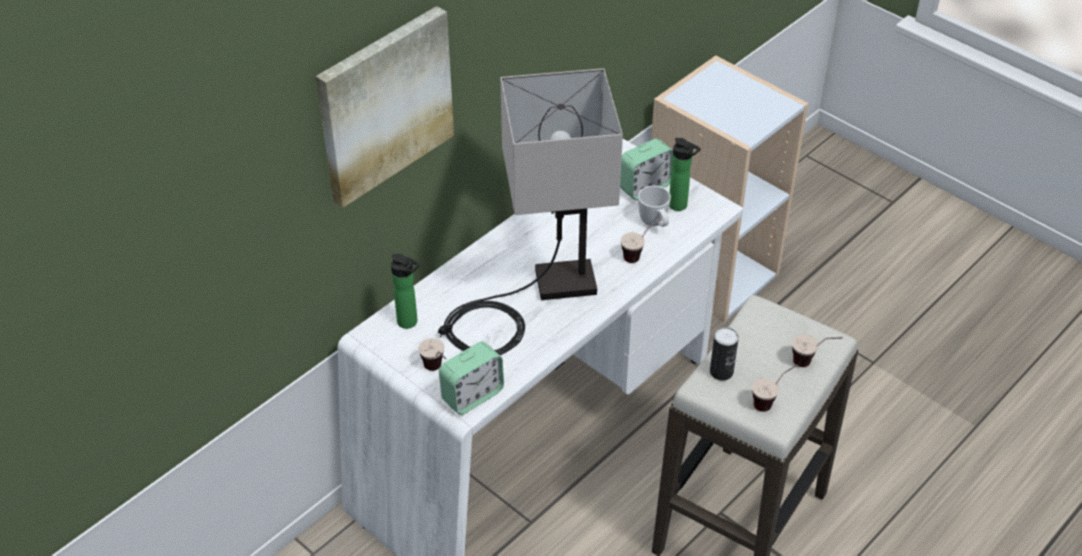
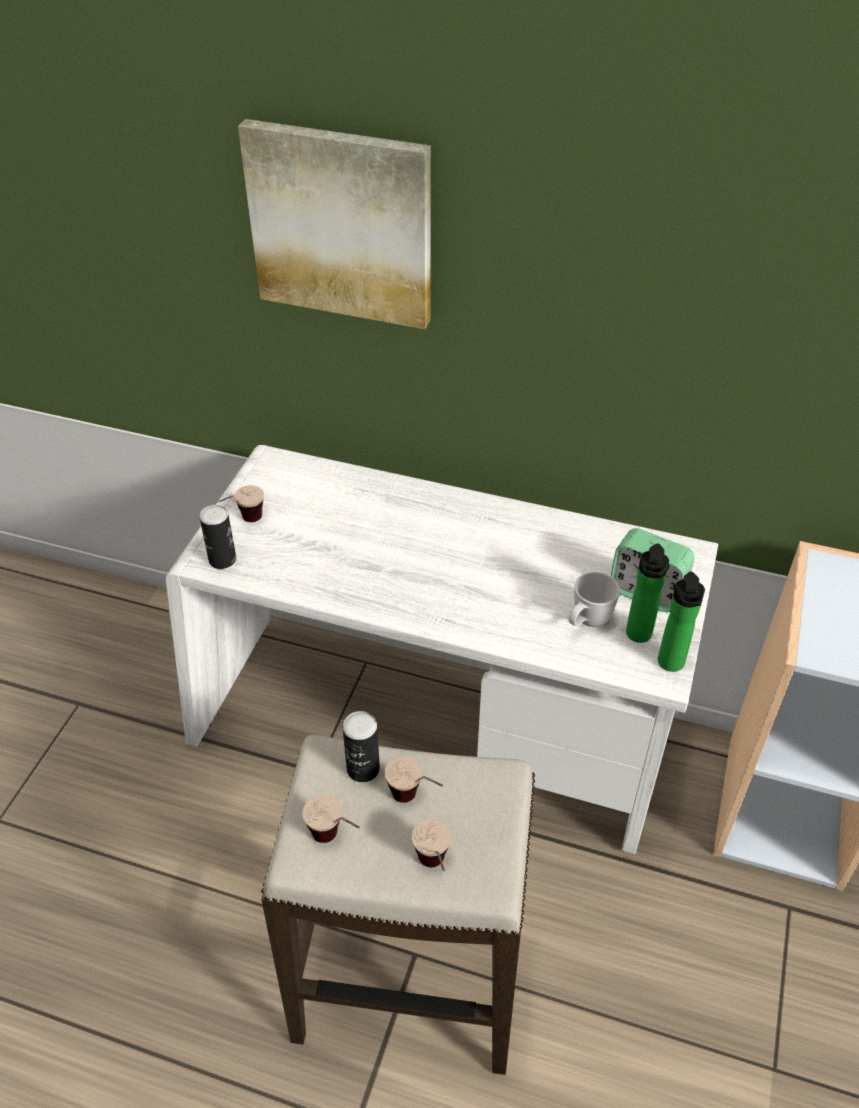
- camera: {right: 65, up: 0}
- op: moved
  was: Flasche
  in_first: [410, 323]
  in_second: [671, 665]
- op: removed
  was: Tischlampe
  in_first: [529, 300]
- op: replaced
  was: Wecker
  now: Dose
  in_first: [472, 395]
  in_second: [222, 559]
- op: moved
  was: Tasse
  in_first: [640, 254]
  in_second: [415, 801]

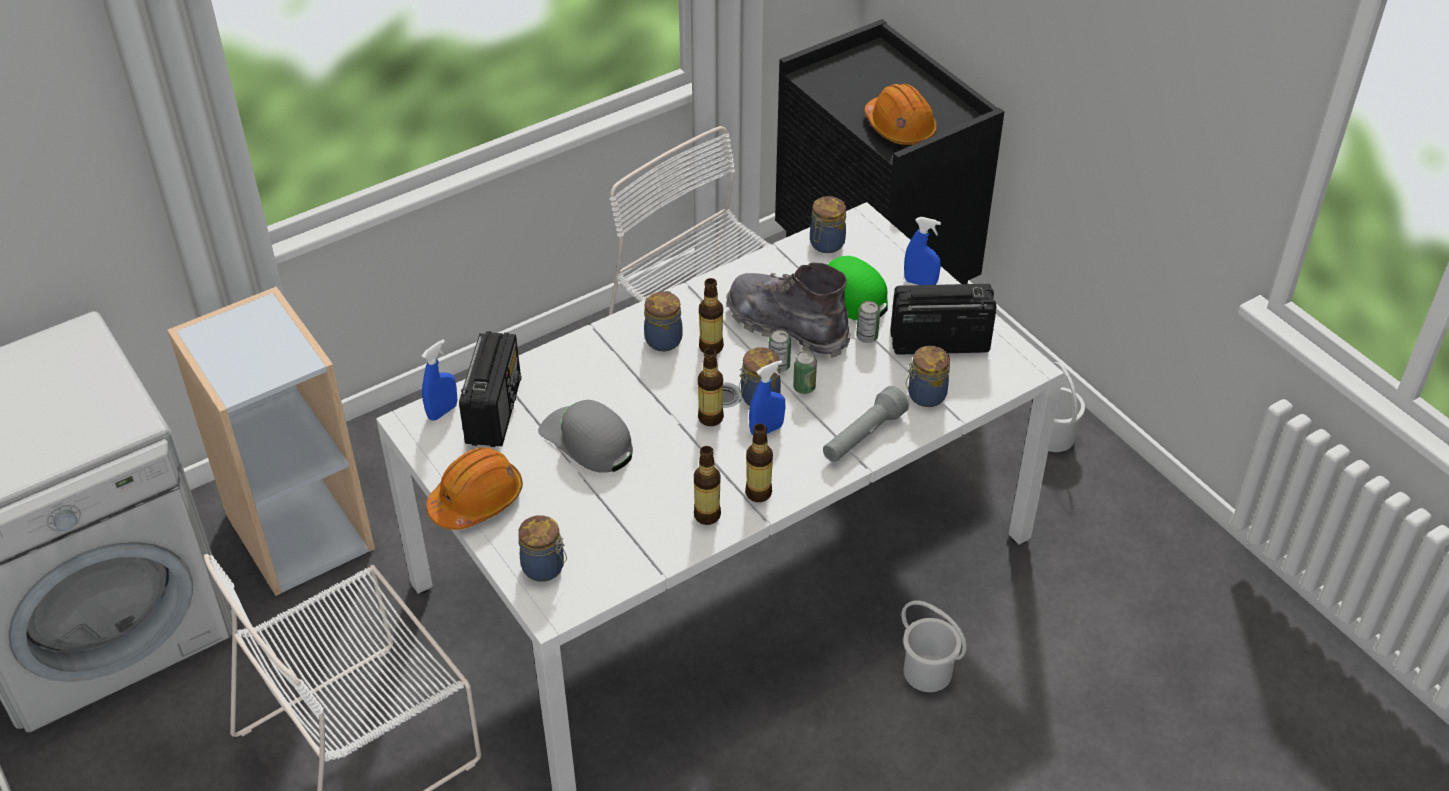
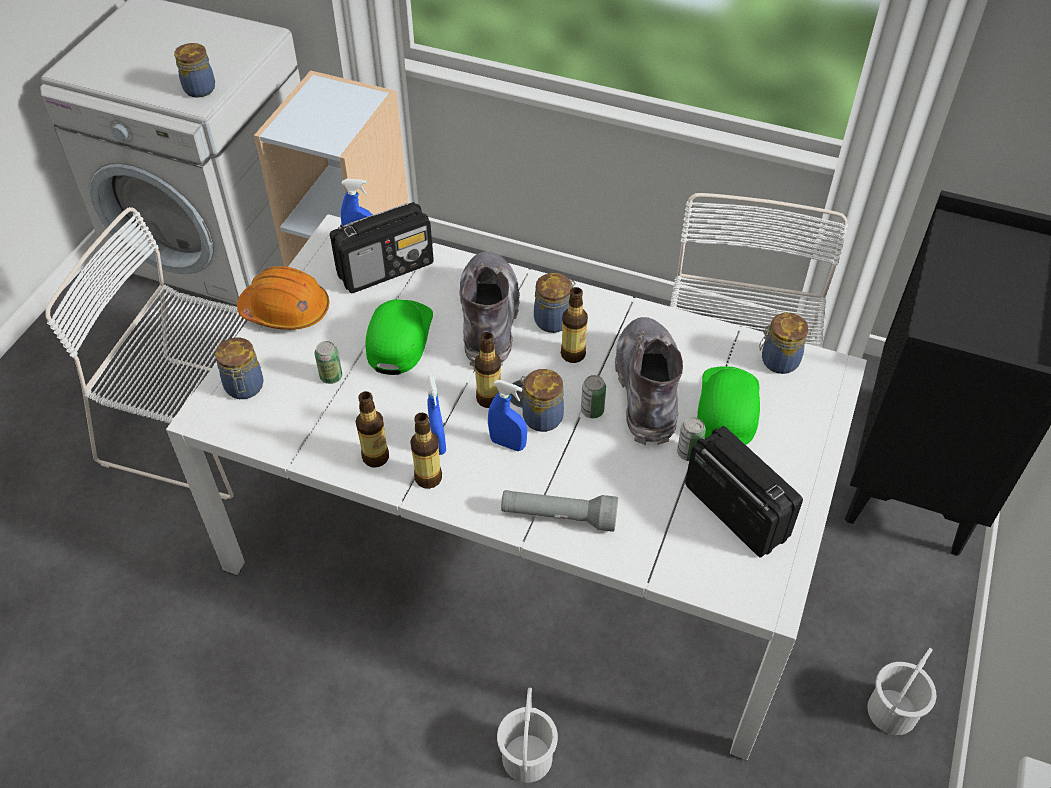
- camera: {right: 55, up: 5}
- op: recoloured
  was: Kappe/grau
  now: Kappe/grün
  in_first: [587, 441]
  in_second: [399, 338]
- op: moved
  was: Dose
  in_first: [804, 387]
  in_second: [331, 376]
- op: removed
  was: Schutzhelm/orange
  in_first: [899, 128]
- op: moved
  was: Sprühflasche/blau
  in_first: [920, 283]
  in_second: [438, 442]
- op: moved
  was: Vorratsglas
  in_first: [925, 396]
  in_second: [198, 88]
- op: added
  now: Stiefel/grau
  in_second: [488, 319]

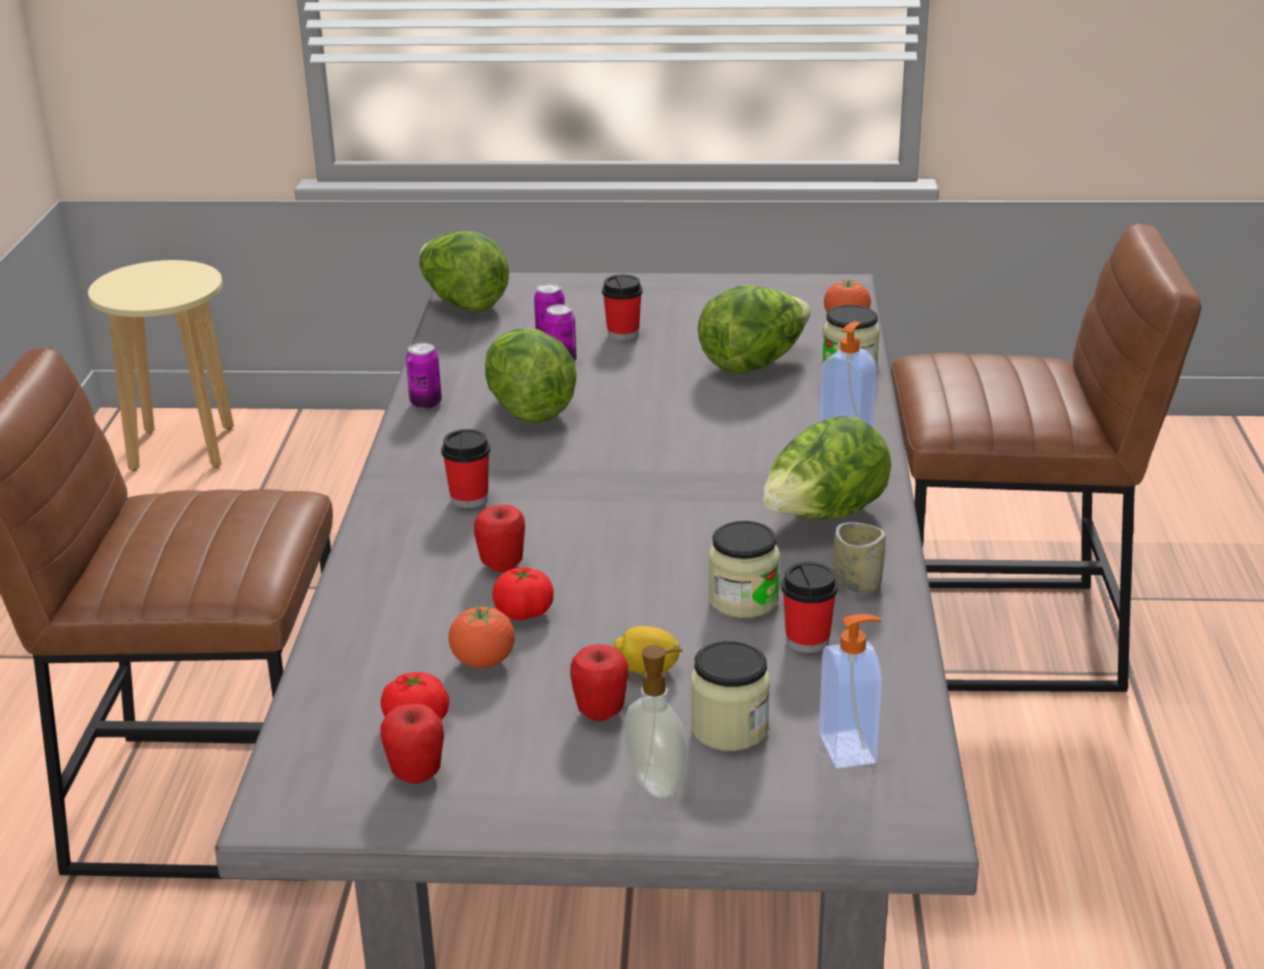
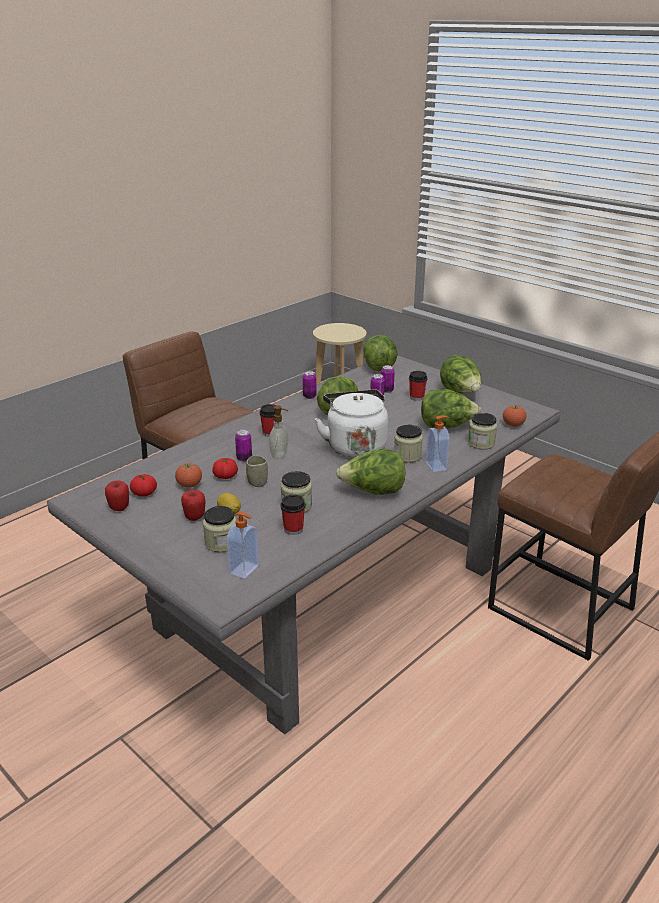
- camera: {right: 40, up: 0}
- op: replaced
  was: Apfel
  now: Dose
  in_first: [502, 565]
  in_second: [244, 458]
- op: moved
  was: Seifenspender
  in_first: [658, 782]
  in_second: [280, 455]
- op: moved
  was: Tasse
  in_first: [857, 584]
  in_second: [257, 482]
- op: added
  now: Wasserkessel/weiß
  in_second: [355, 446]
- op: added
  now: Vorratsglas
  in_second: [407, 456]
- op: added
  now: Salatkopf
  in_second: [460, 393]

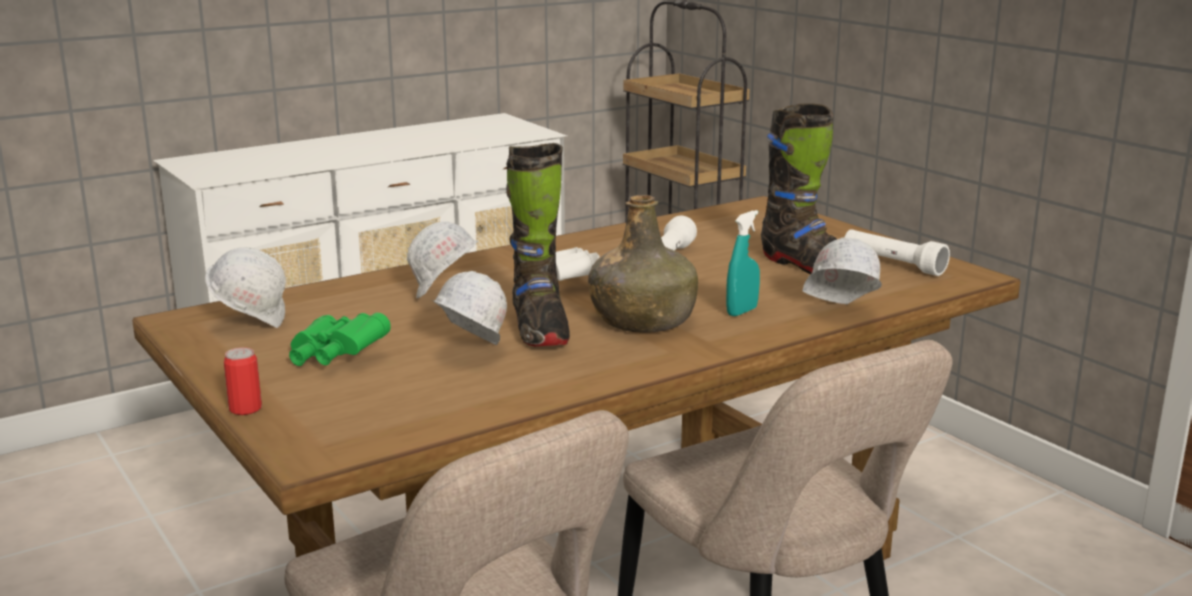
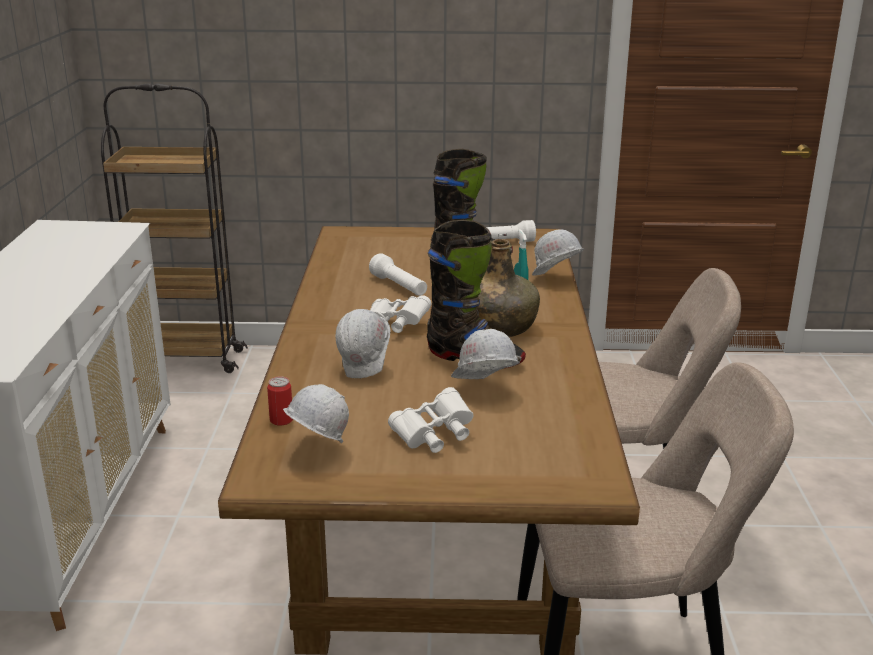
- camera: {right: -55, up: 5}
- op: moved
  was: Dose
  in_first: [245, 409]
  in_second: [281, 420]
- op: recoloured
  was: Fernglas/grün
  now: Fernglas/weiß
  in_first: [334, 357]
  in_second: [434, 436]

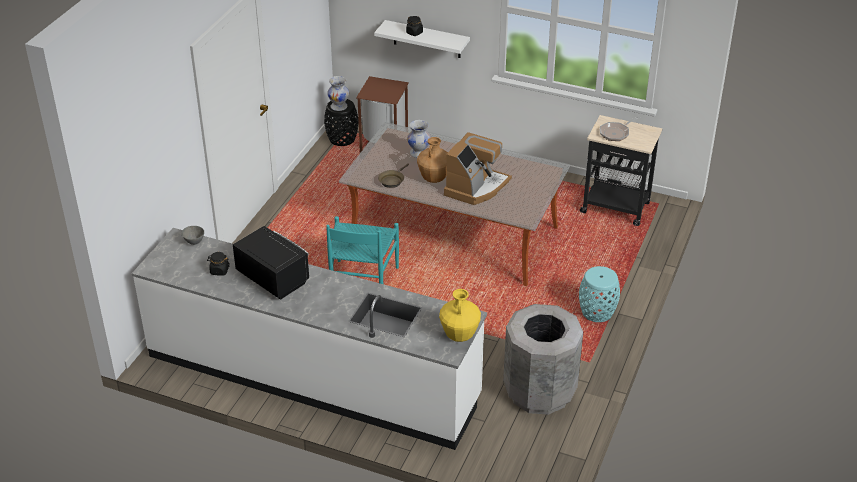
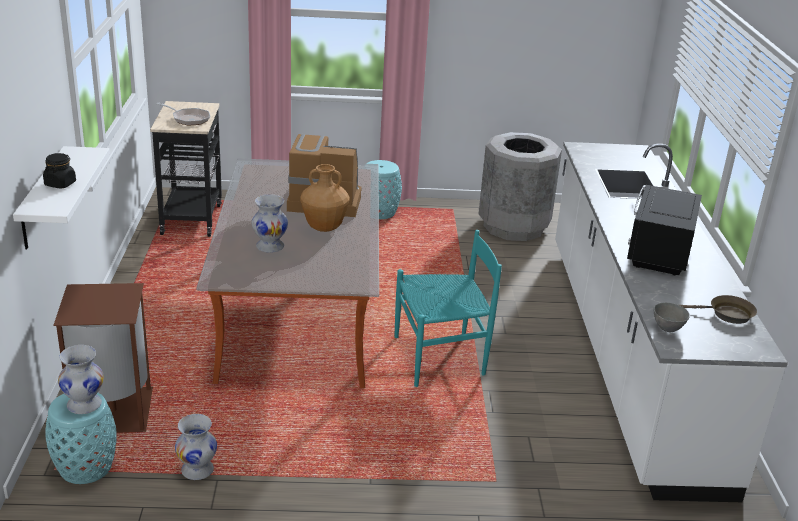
- camera: {right: -115, up: -10}
- op: removed
  was: Vorratsglas/schwarz
  in_first: [219, 271]
- op: recoloured
  was: Hocker/schwarz
  now: Hocker/türkis
  in_first: [342, 139]
  in_second: [86, 467]
- op: moved
  was: Pfanne/braun
  in_first: [392, 180]
  in_second: [727, 314]
- op: removed
  was: Vase/gelb
  in_first: [459, 335]
- op: added
  now: Vase/weiß
  in_second: [196, 470]

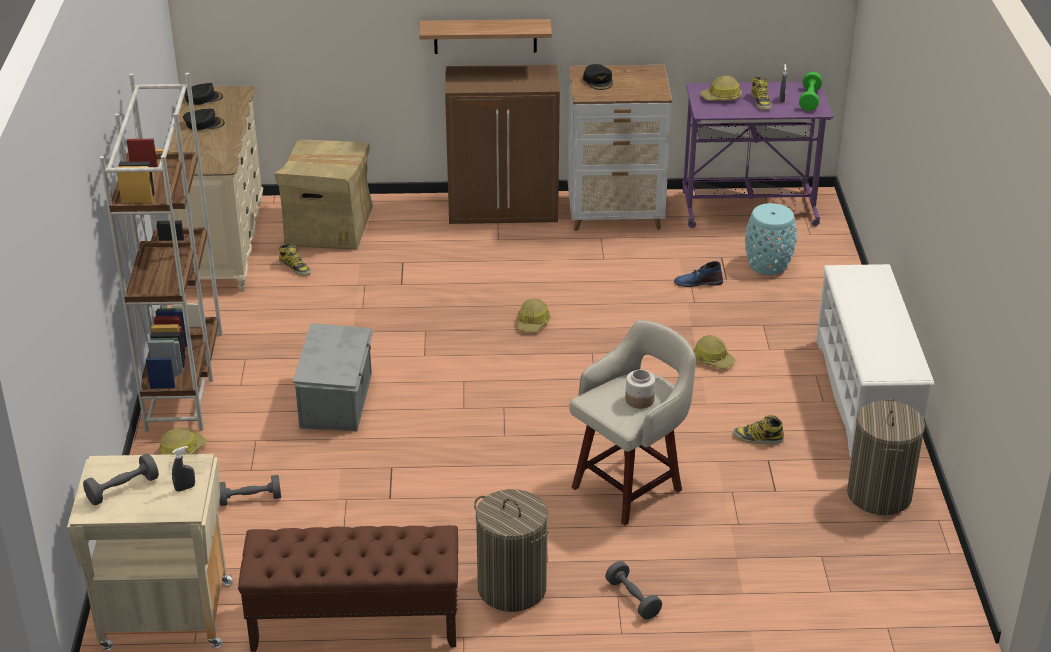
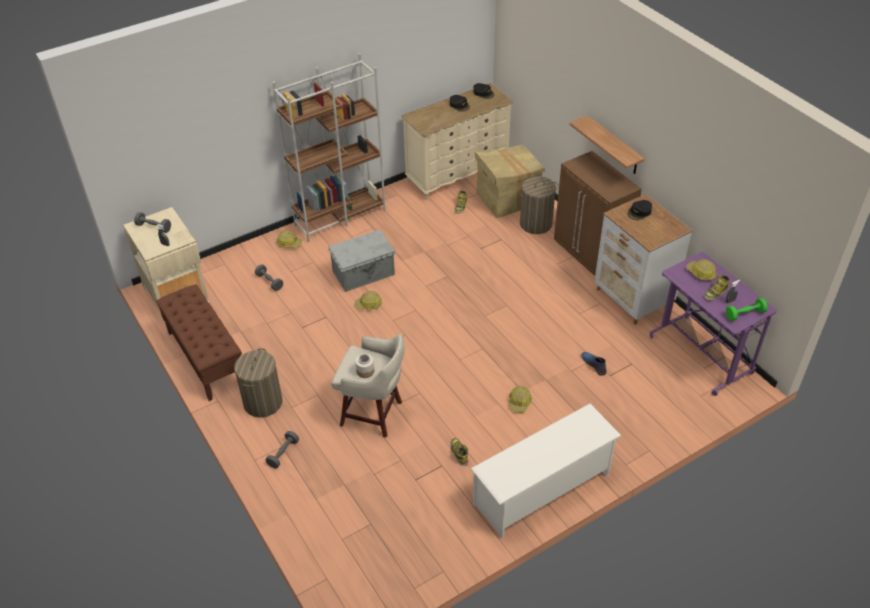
- camera: {right: 60, up: 10}
- op: moved
  was: Schutzhelm
  in_first: [532, 322]
  in_second: [369, 304]
- op: removed
  was: Hocker/türkis
  in_first: [767, 265]
- op: moved
  was: Wäschekorb
  in_first: [879, 495]
  in_second: [535, 224]

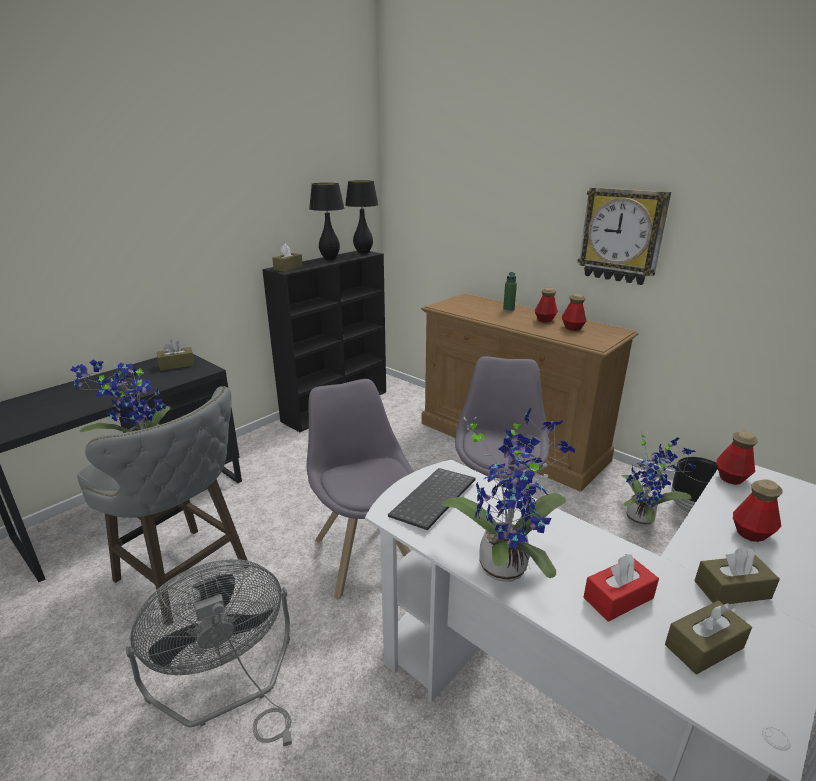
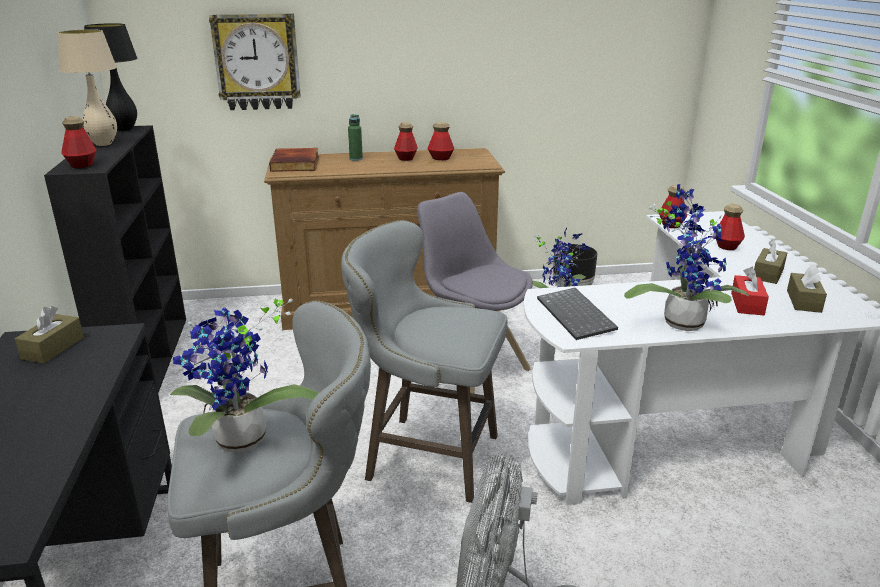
- camera: {right: -50, up: 0}
- op: replaced
  was: Taschentuchbox/braun
  now: Flasche
  in_first: [288, 268]
  in_second: [82, 165]
- op: replaced
  was: Stuhl/grau
  now: Hocker/grau
  in_first: [364, 555]
  in_second: [426, 455]
- op: recoloured
  was: Tischlampe/schwarz
  now: Tischlampe/beige
  in_first: [329, 259]
  in_second: [103, 144]
- op: moved
  was: Wanduhr
  in_first: [622, 235]
  in_second: [257, 62]
- op: added
  now: Buch
  in_second: [296, 163]

